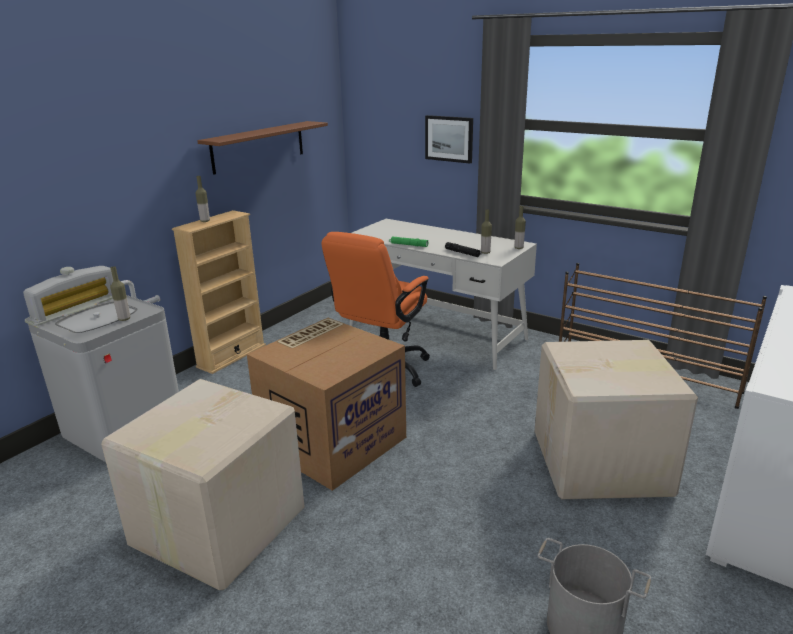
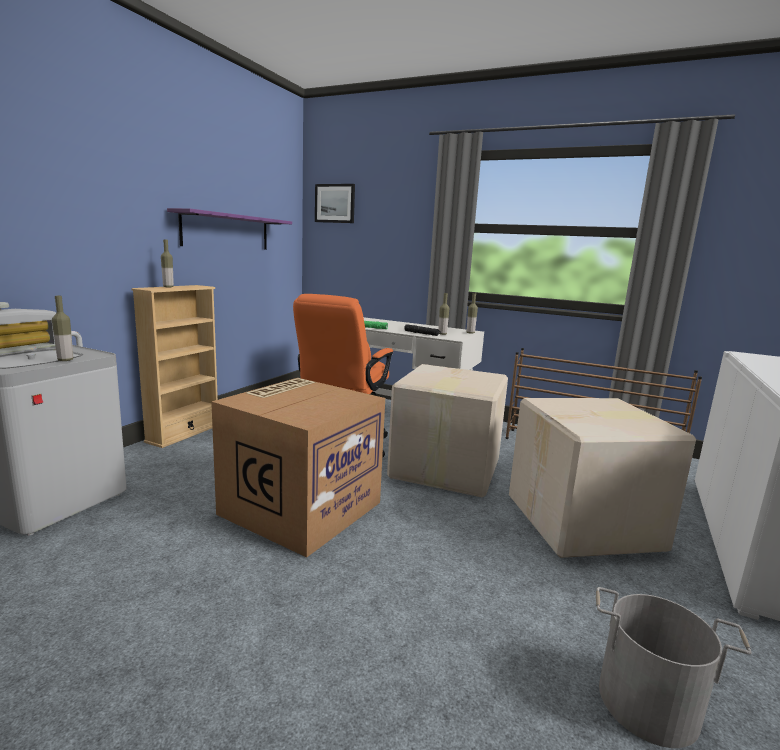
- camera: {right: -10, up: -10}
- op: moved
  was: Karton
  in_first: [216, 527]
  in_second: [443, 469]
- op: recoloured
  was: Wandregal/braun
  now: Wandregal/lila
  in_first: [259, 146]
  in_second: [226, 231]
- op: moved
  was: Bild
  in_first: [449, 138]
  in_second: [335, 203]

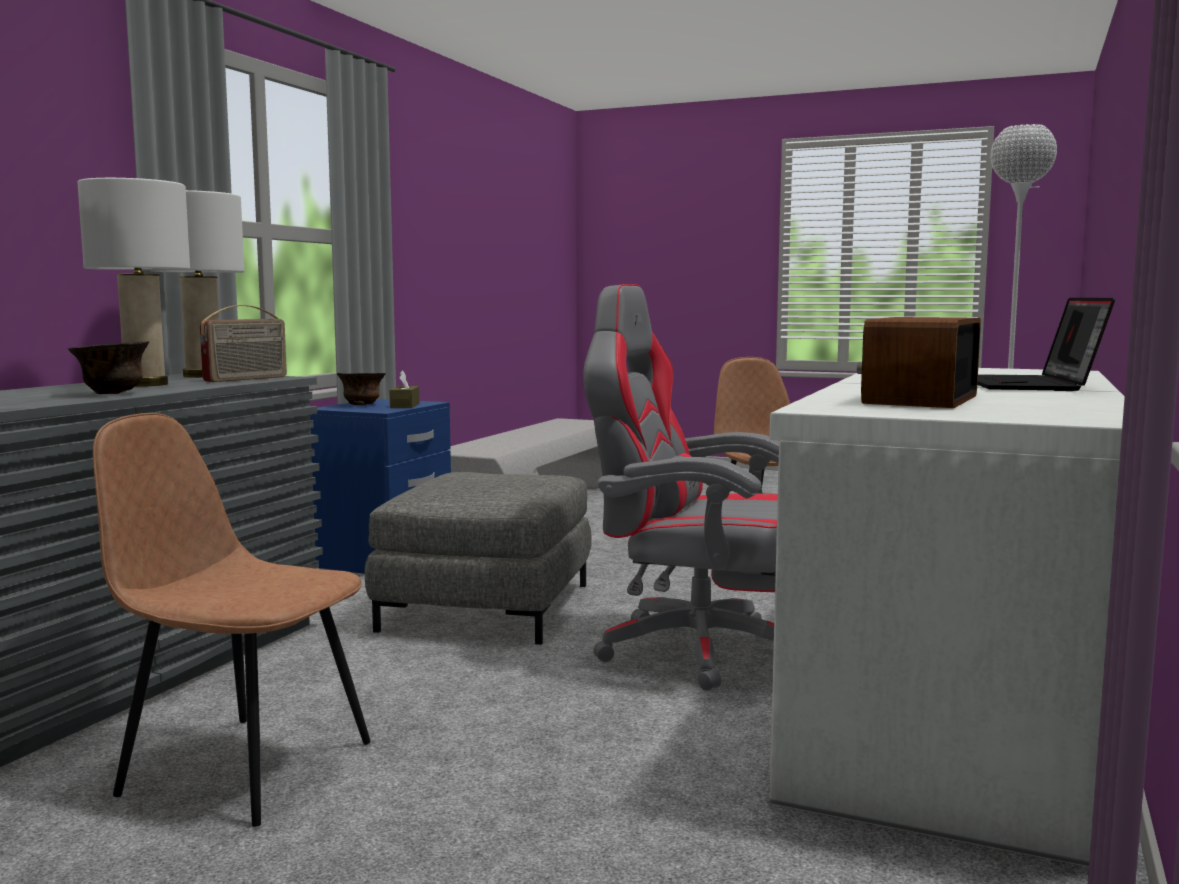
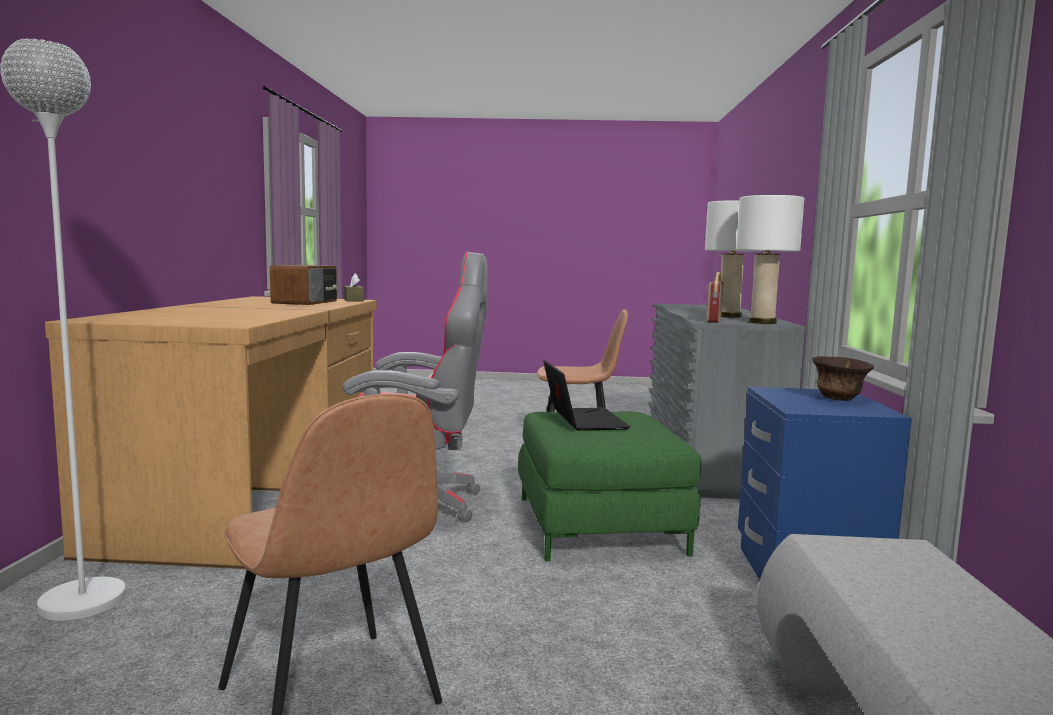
- camera: {right: 160, up: 0}
- op: removed
  was: Schüssel/braun
  in_first: [112, 394]
- op: recoloured
  was: Polsterhocker/grau
  now: Polsterhocker/grün
  in_first: [488, 607]
  in_second: [597, 524]
- op: moved
  was: Taschentuchbox/braun
  in_first: [405, 405]
  in_second: [353, 300]
- op: recoloured
  was: Schreibtisch/weiß
  now: Schreibtisch/braun
  in_first: [951, 696]
  in_second: [258, 492]
- op: moved
  was: Laptop
  in_first: [1031, 385]
  in_second: [582, 420]

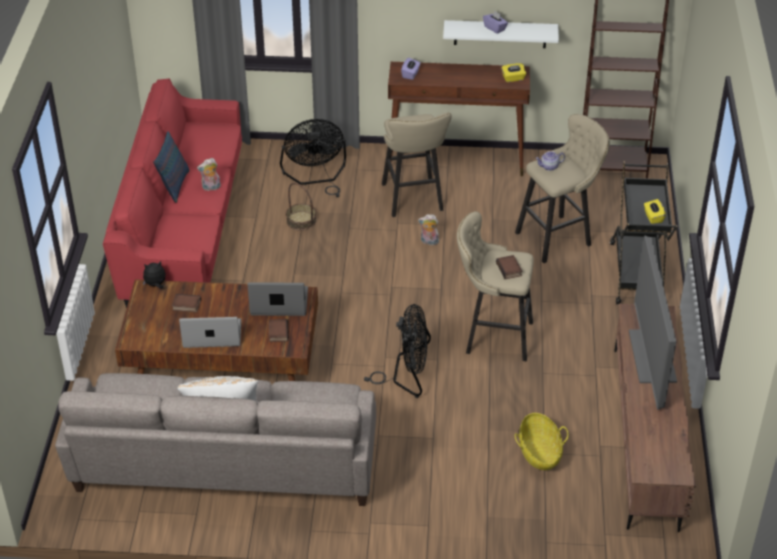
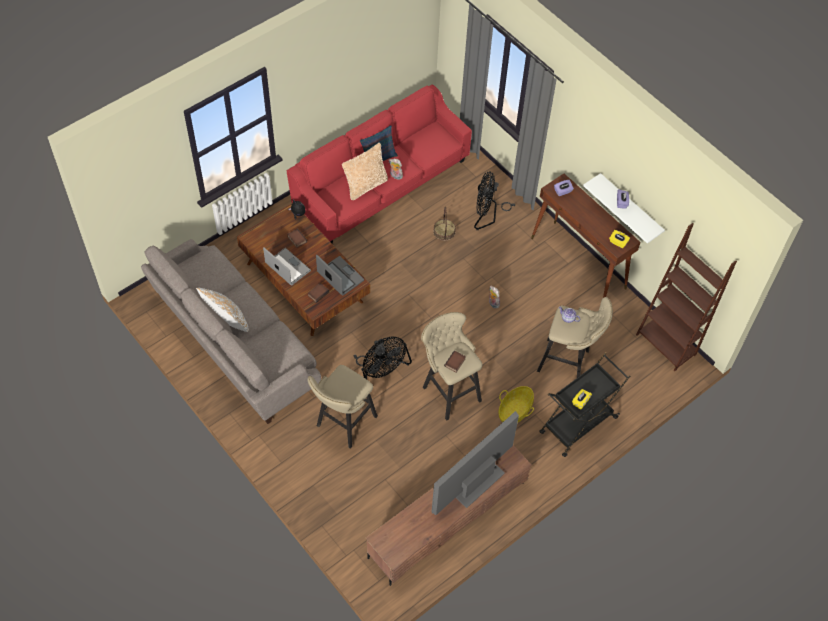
- camera: {right: 45, up: 15}
- op: turned
  was: Ventilator/schwarz
  in_first: [318, 177]
  in_second: [488, 211]
  clockwise: -120
- op: moved
  was: Hocker/beige
  in_first: [413, 202]
  in_second: [342, 426]
- op: moved
  was: Korb
  in_first: [539, 452]
  in_second: [514, 410]
- op: added
  now: Kissen/beige
  in_second: [366, 186]

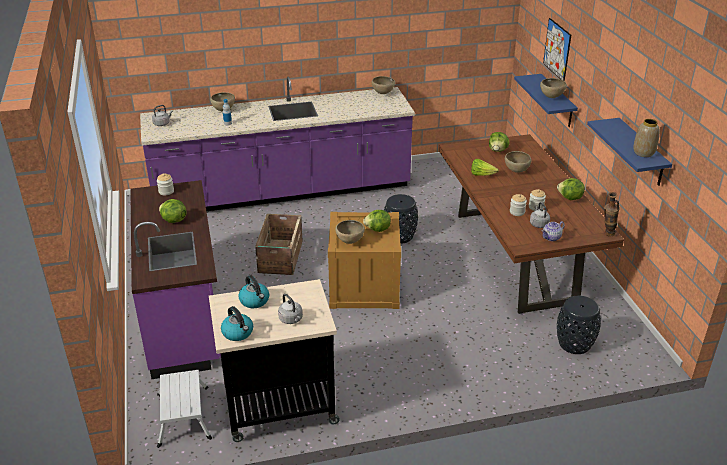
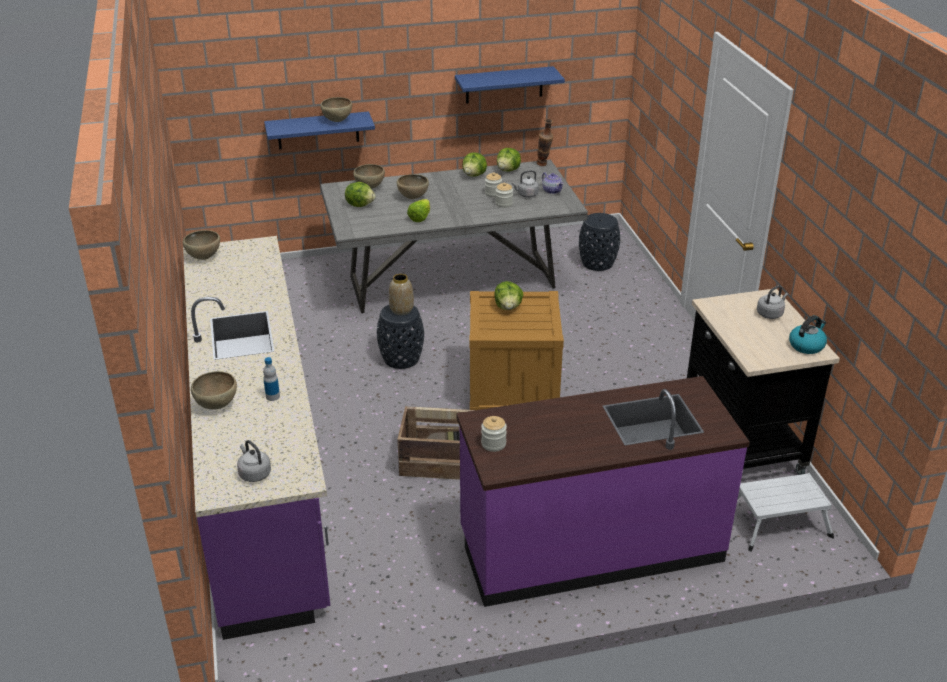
- camera: {right: -90, up: 0}
- op: moved
  was: Salatkopf
  in_first: [173, 220]
  in_second: [508, 170]
- op: removed
  was: Wasserkessel
  in_first: [255, 301]
- op: moved
  was: Schüssel/braun
  in_first: [350, 241]
  in_second: [370, 187]
- op: recoloured
  was: Esstisch/braun
  now: Esstisch/grau
  in_first: [515, 257]
  in_second: [452, 282]
- op: removed
  was: Bild
  in_first: [557, 49]
- op: moved
  was: Vase
  in_first: [643, 153]
  in_second: [401, 310]

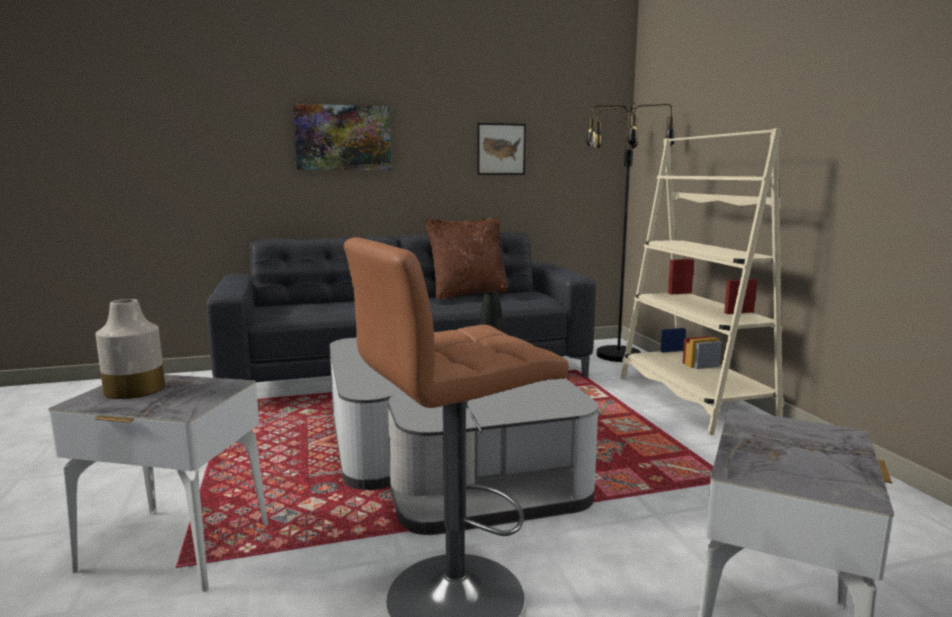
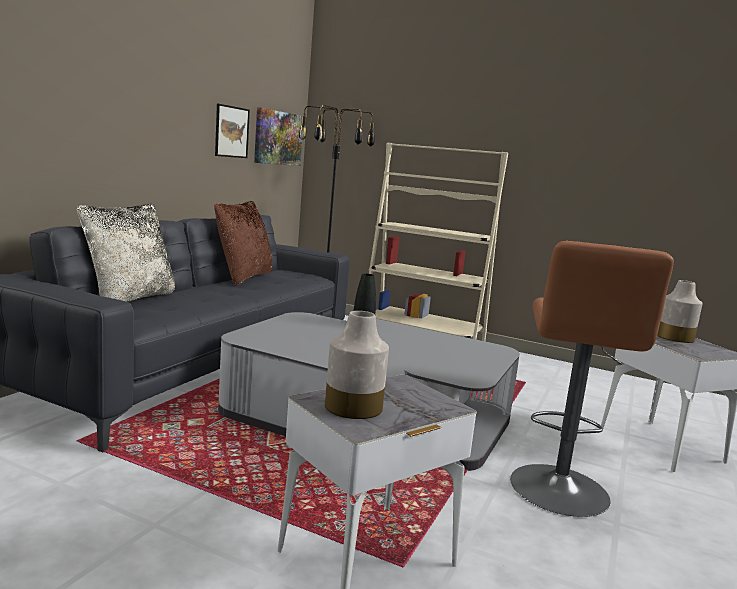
- camera: {right: -50, up: 0}
- op: moved
  was: Bild
  in_first: [343, 138]
  in_second: [278, 138]
- op: added
  now: Kissen/beige
  in_second: [131, 300]
- op: added
  now: Vase/beige
  in_second: [674, 337]

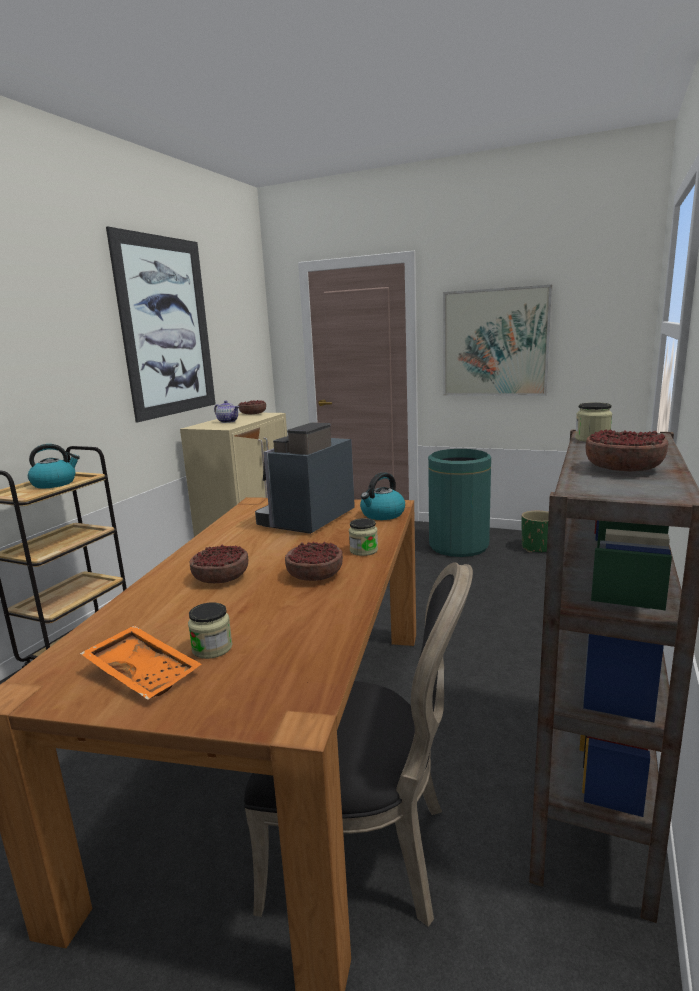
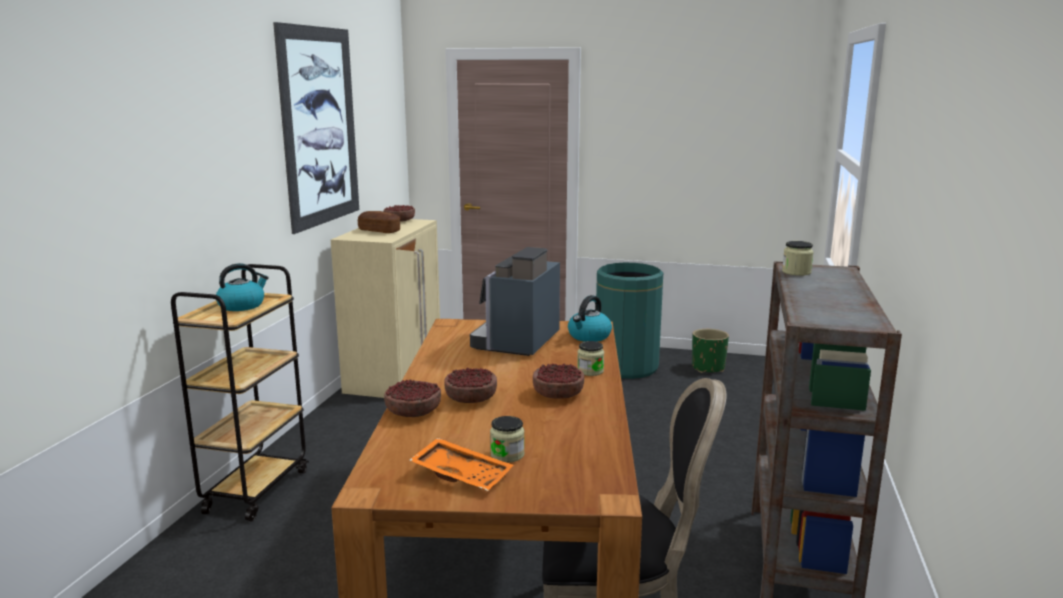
- camera: {right: -10, up: 0}
- op: replaced
  was: Teekanne
  now: Brot
  in_first: [228, 421]
  in_second: [379, 231]
- op: removed
  was: Bild
  in_first: [495, 343]
- op: moved
  was: Schüssel
  in_first: [624, 469]
  in_second: [413, 412]

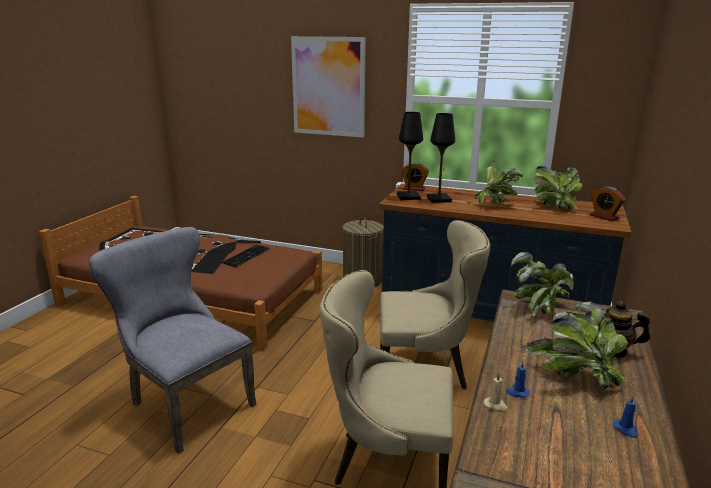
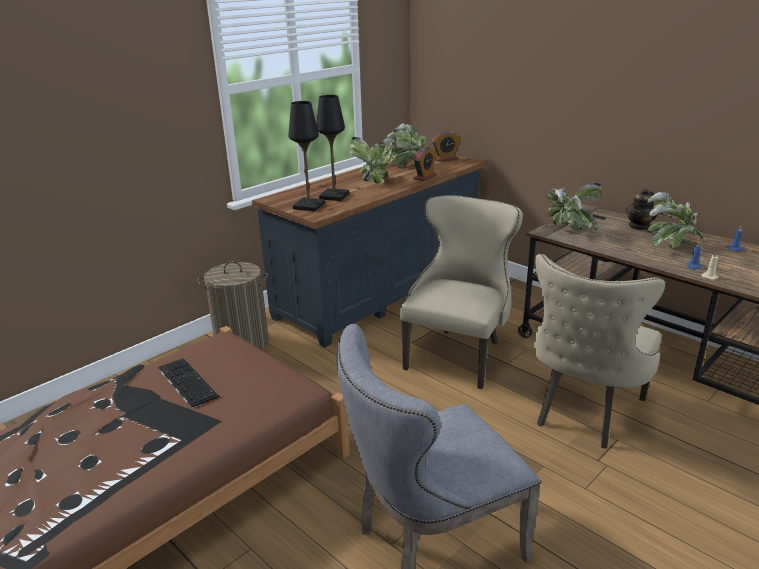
- camera: {right: -65, up: 5}
- op: removed
  was: Bild
  in_first: [328, 87]
- op: moved
  was: Wecker
  in_first: [414, 189]
  in_second: [424, 177]

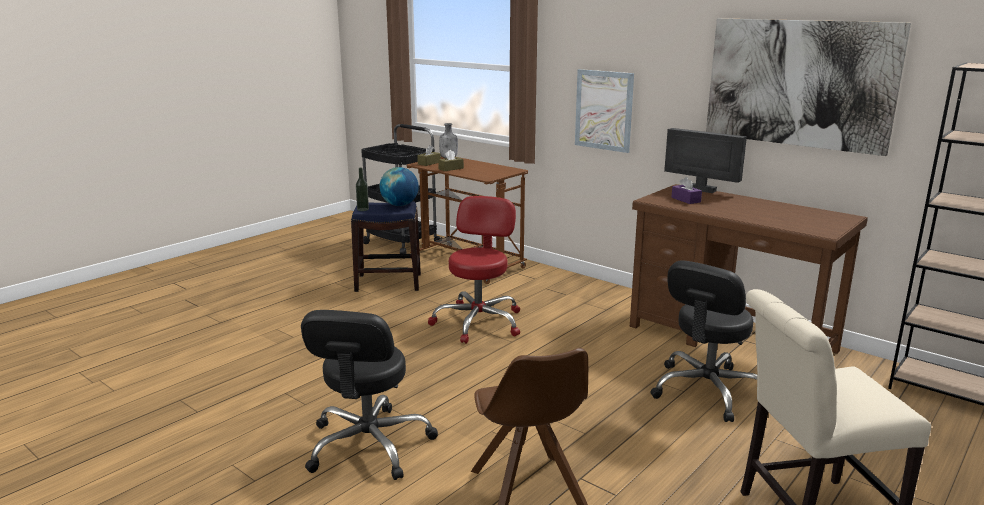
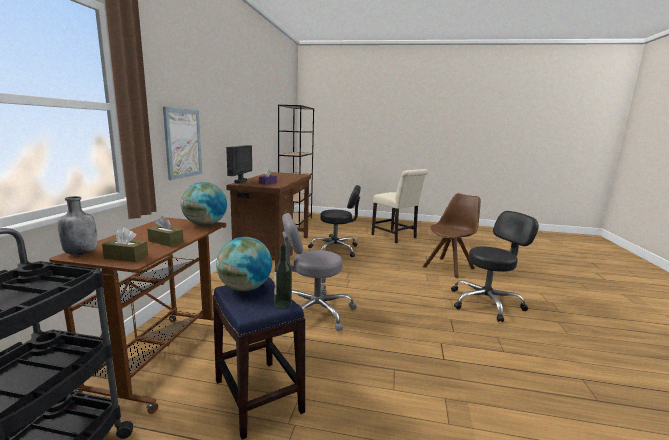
- camera: {right: -120, up: -5}
- op: recoloured
  was: Bürostuhl/rot
  now: Bürostuhl/grau
  in_first: [479, 321]
  in_second: [313, 312]
- op: removed
  was: Bild
  in_first: [799, 83]
- op: added
  now: Globus
  in_second: [205, 224]

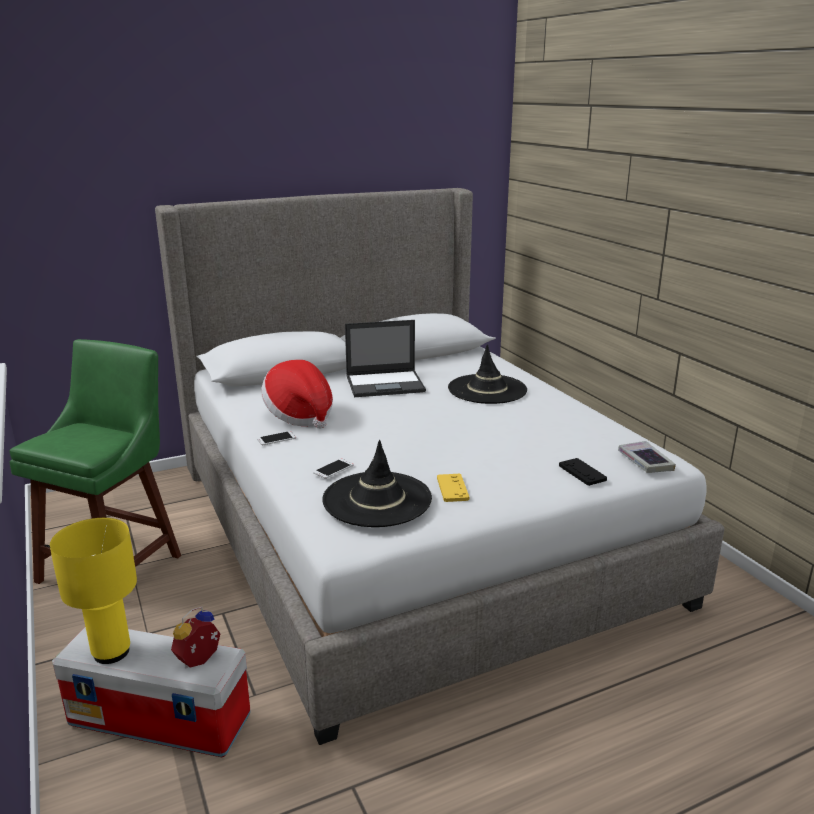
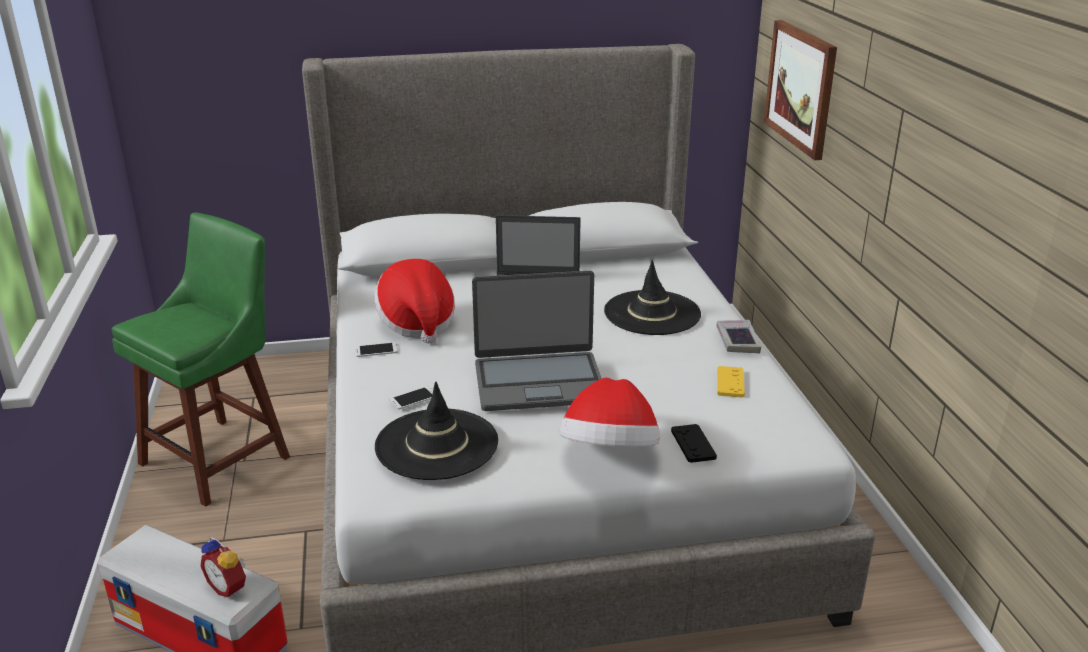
- camera: {right: 15, up: 5}
- op: removed
  was: Tischlampe/gelb
  in_first: [112, 652]
- op: turned
  was: Wecker
  in_first: [200, 661]
  in_second: [229, 587]
  clockwise: -105
- op: moved
  was: Gamepad/gelb
  in_first: [452, 488]
  in_second: [730, 383]
- op: moved
  was: Buch
  in_first: [645, 461]
  in_second: [737, 341]
- op: added
  now: Laptop
  in_second: [539, 382]
- op: added
  now: Hut
  in_second: [609, 453]
- op: added
  now: Bild
  in_second: [801, 87]

